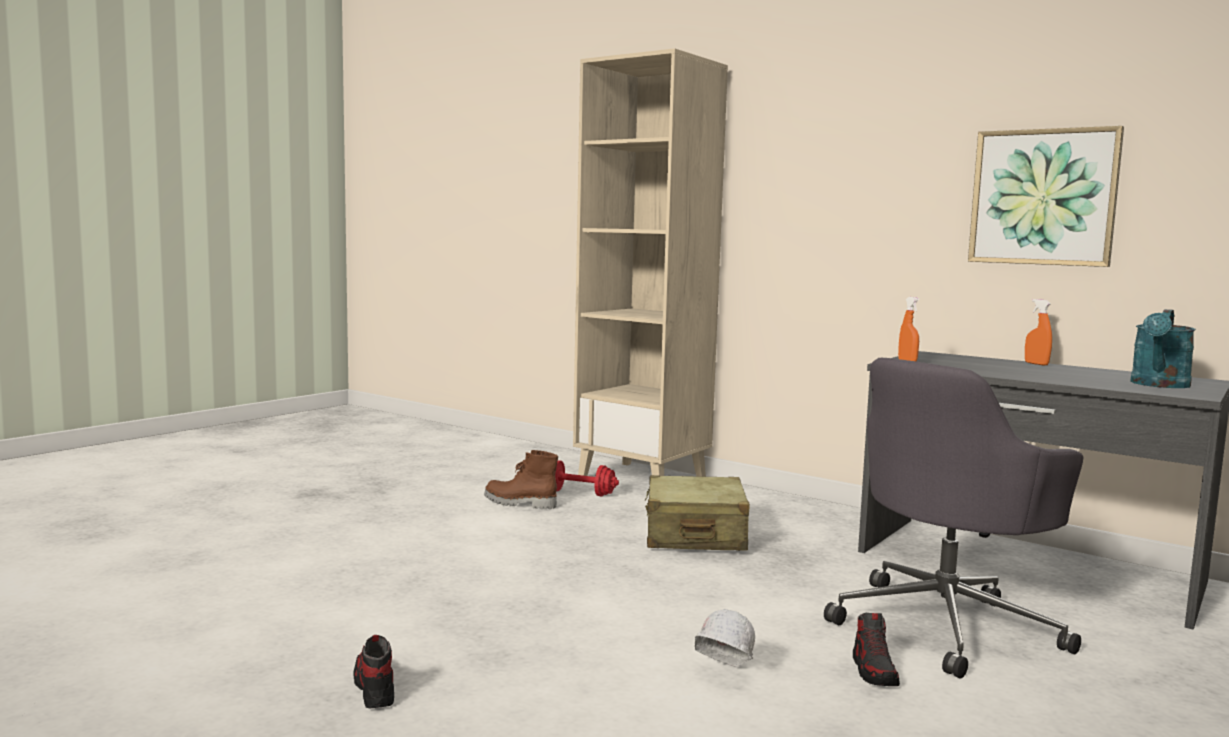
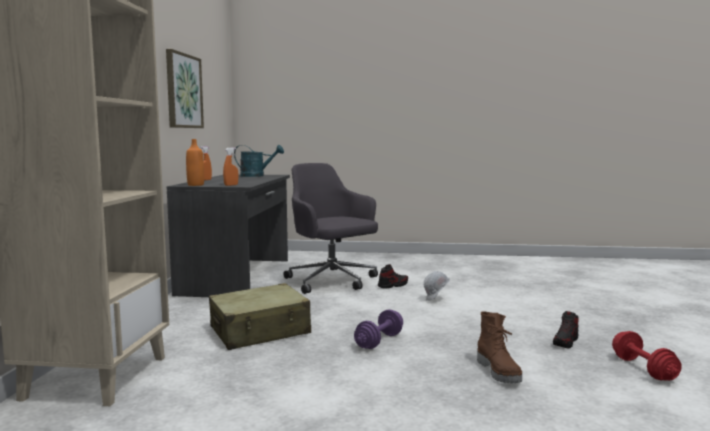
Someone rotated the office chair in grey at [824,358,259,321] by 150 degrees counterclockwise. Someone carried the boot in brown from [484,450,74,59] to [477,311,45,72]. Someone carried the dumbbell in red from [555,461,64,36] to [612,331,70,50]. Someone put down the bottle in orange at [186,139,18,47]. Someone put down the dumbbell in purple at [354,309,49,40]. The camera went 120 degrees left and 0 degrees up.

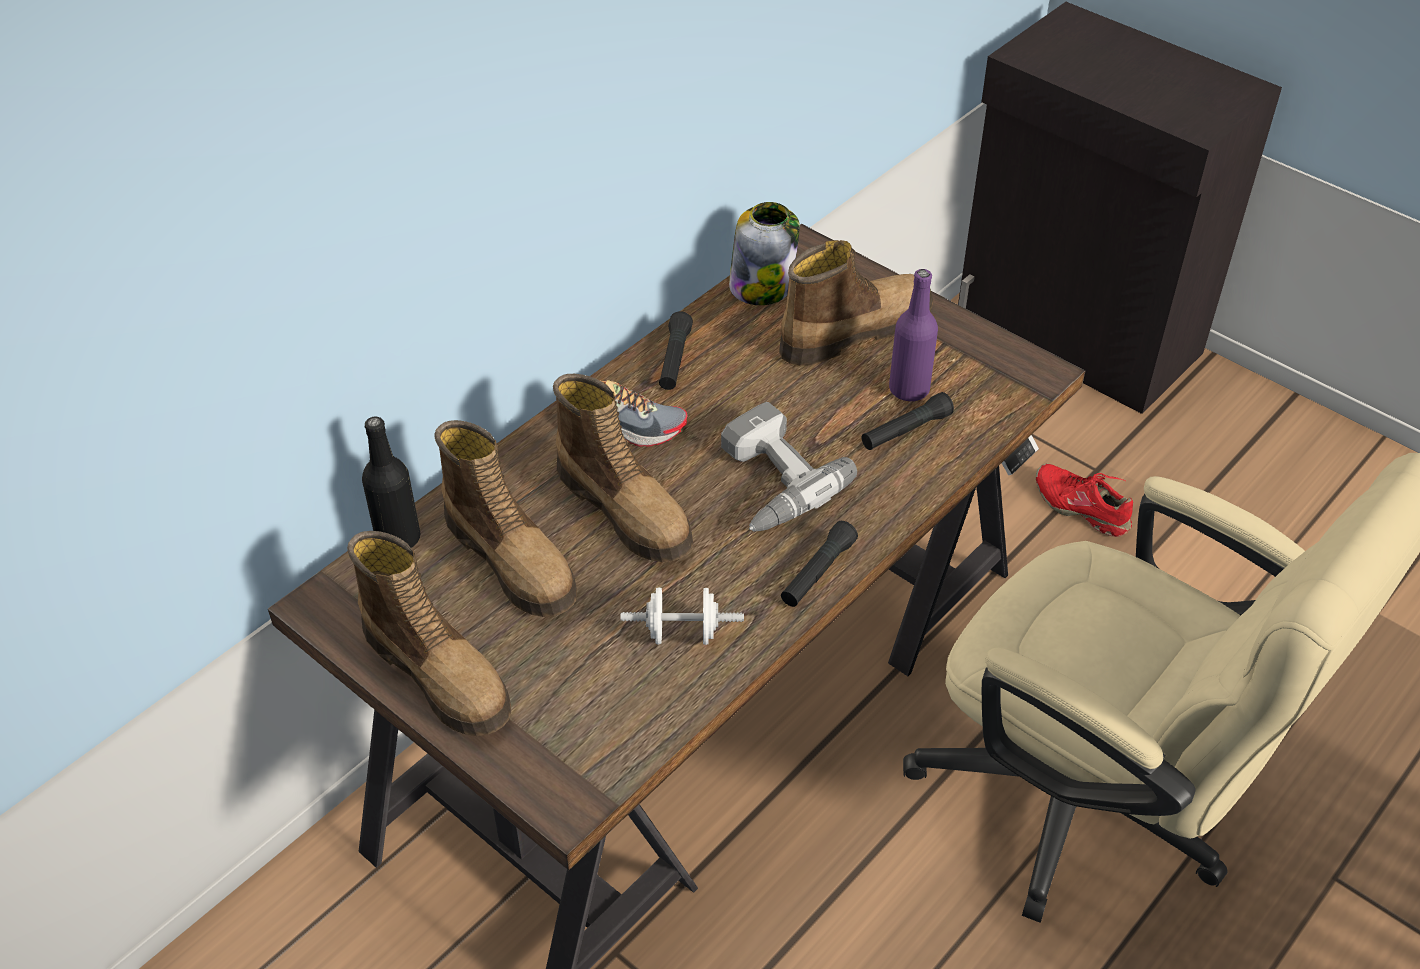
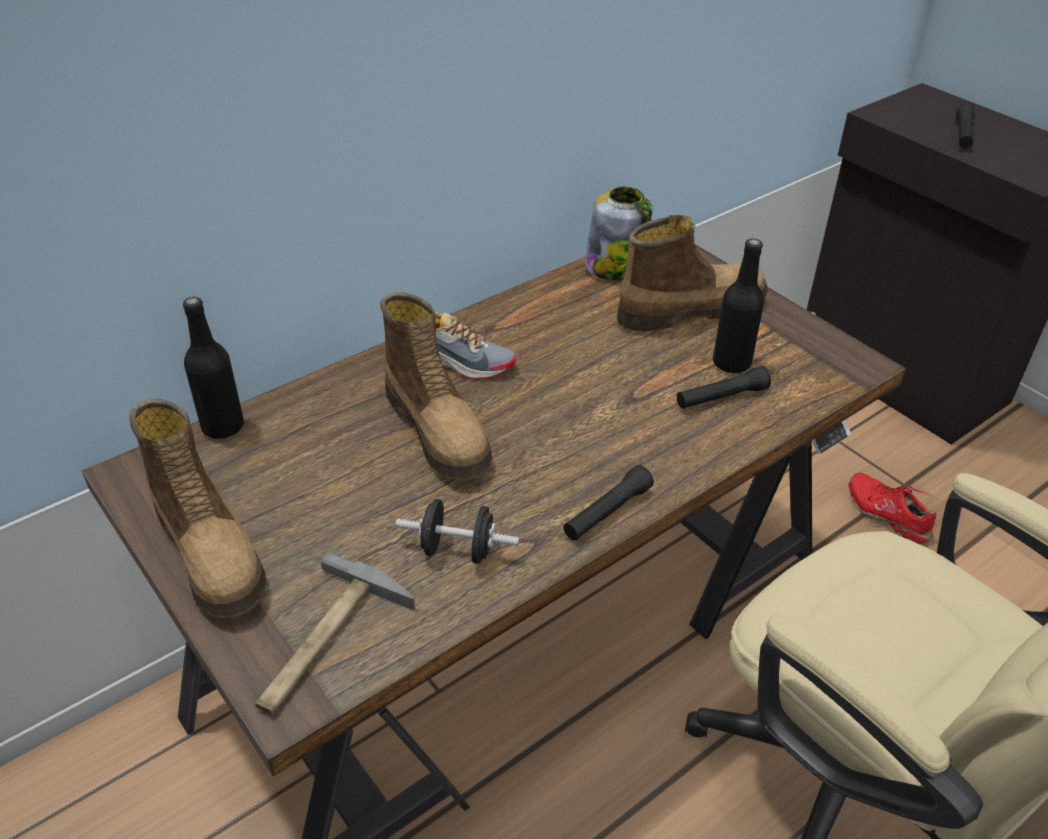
Someone repainted the bottle in purple at [889,269,49,133], which became the bottle in black at [713,238,51,136]. Someone carried the flashlight in black from [659,311,34,79] to [956,104,19,44]. Someone took away the power drill at [721,402,136,129]. Someone took away the boot at [435,420,142,197]. Someone repainted the dumbbell in white at [621,588,123,57], which became the dumbbell in black at [396,499,123,65]. Someone put down the hammer at [255,552,160,163]. The camera went 10 degrees right and 5 degrees down.

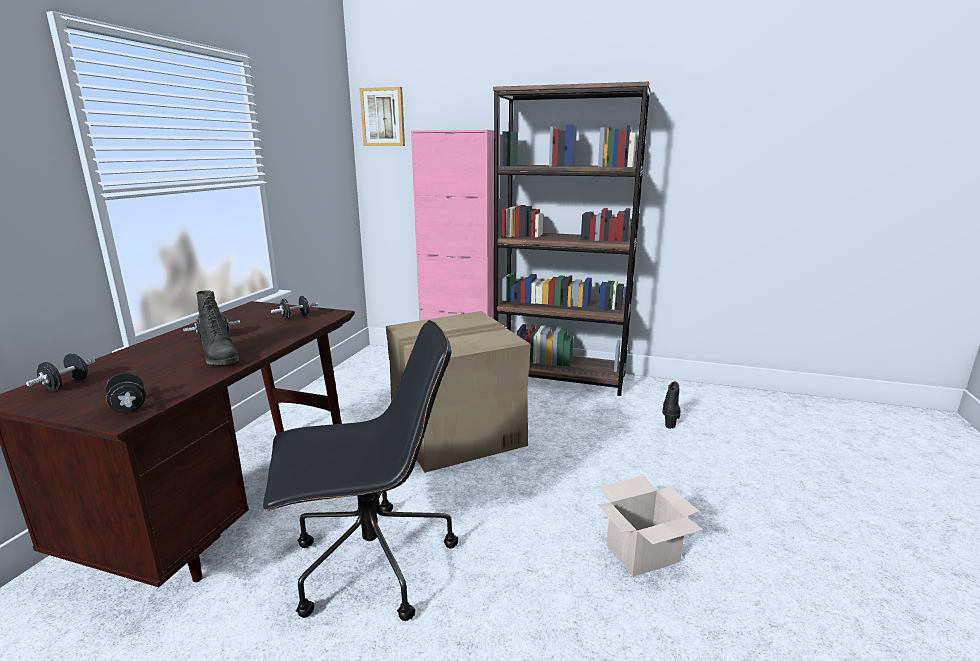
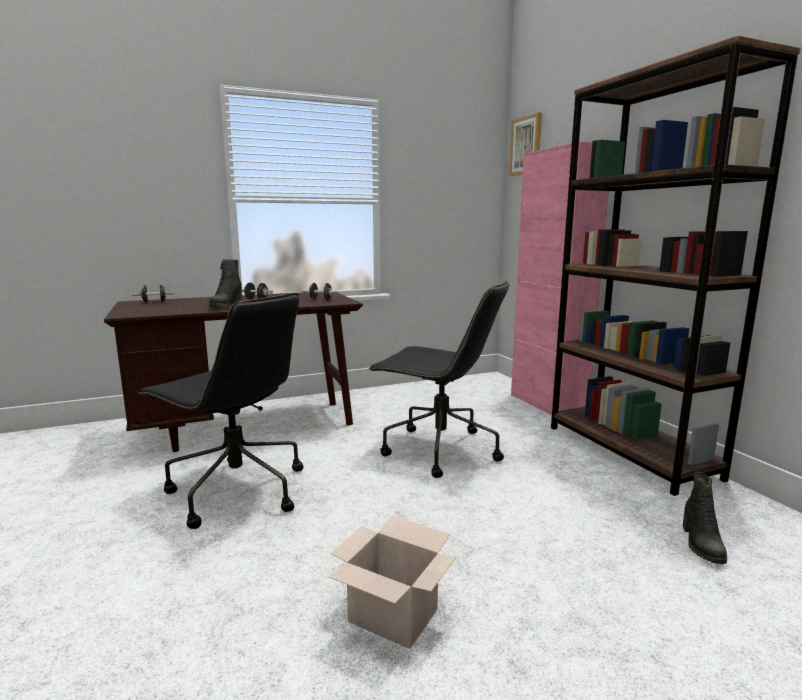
Someone swapped the cardboard box at [386,311,145,162] for the office chair in black at [368,280,142,198]. Someone took away the dumbbell in black at [105,373,41,40]. Someone rotated the boot in black at [662,381,19,48] by 120 degrees clockwise. The camera went 50 degrees right and 5 degrees down.

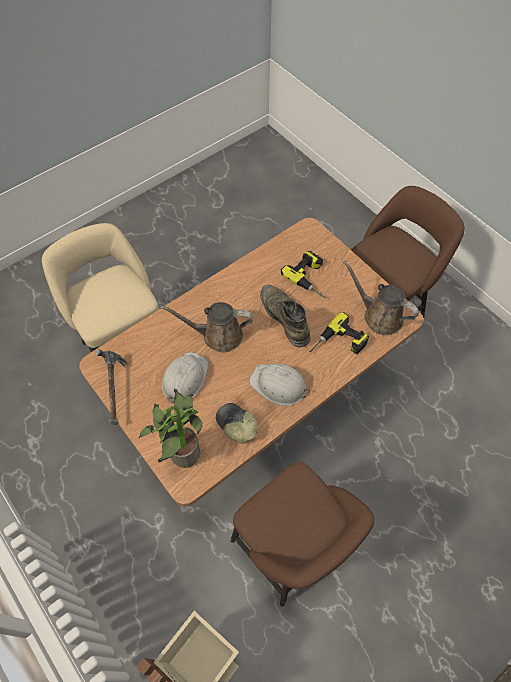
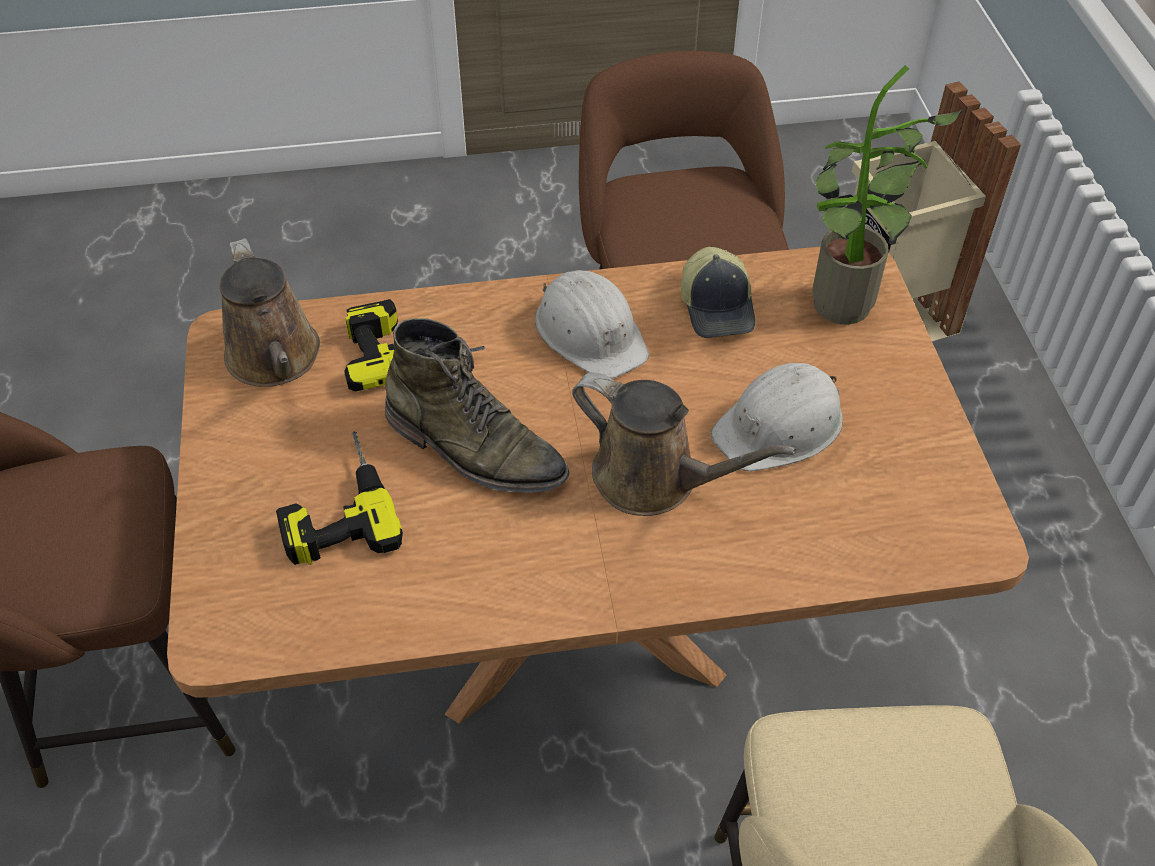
Someone rotated the boot in green at [260,285,50,62] by 60 degrees counterclockwise. Someone took away the hammer at [95,349,33,76]. The camera went 150 degrees left and 10 degrees down.

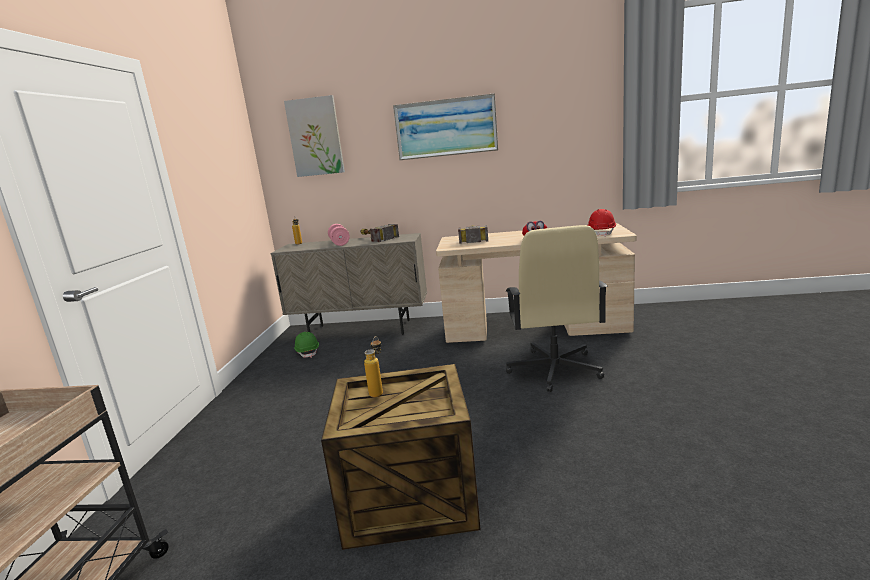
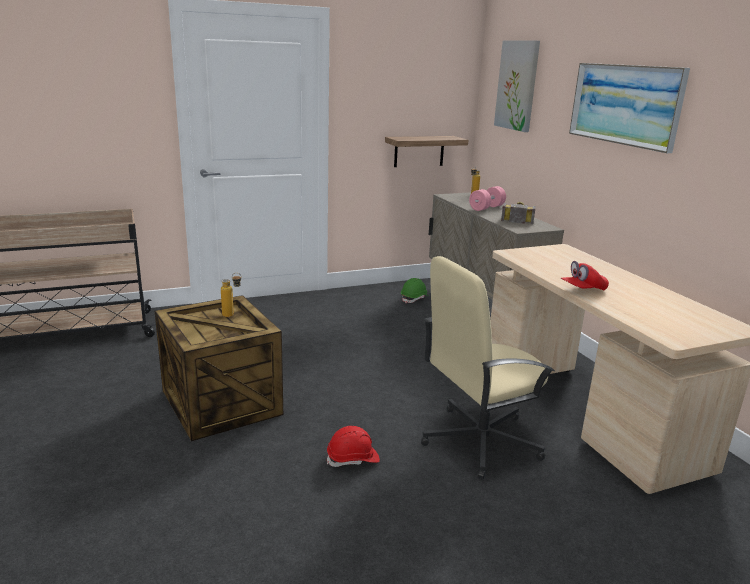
Someone carried the hard hat in red from [587,209,29,27] to [327,426,53,41]. Someone took away the hammer at [458,225,30,19]. Someone put up the shelf at [385,136,83,31]. The camera went 60 degrees right and 5 degrees up.

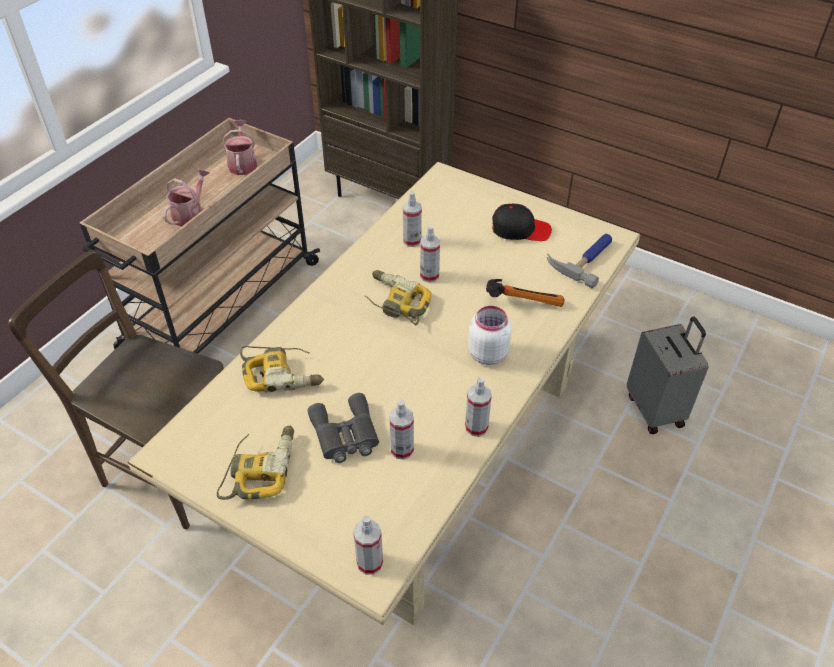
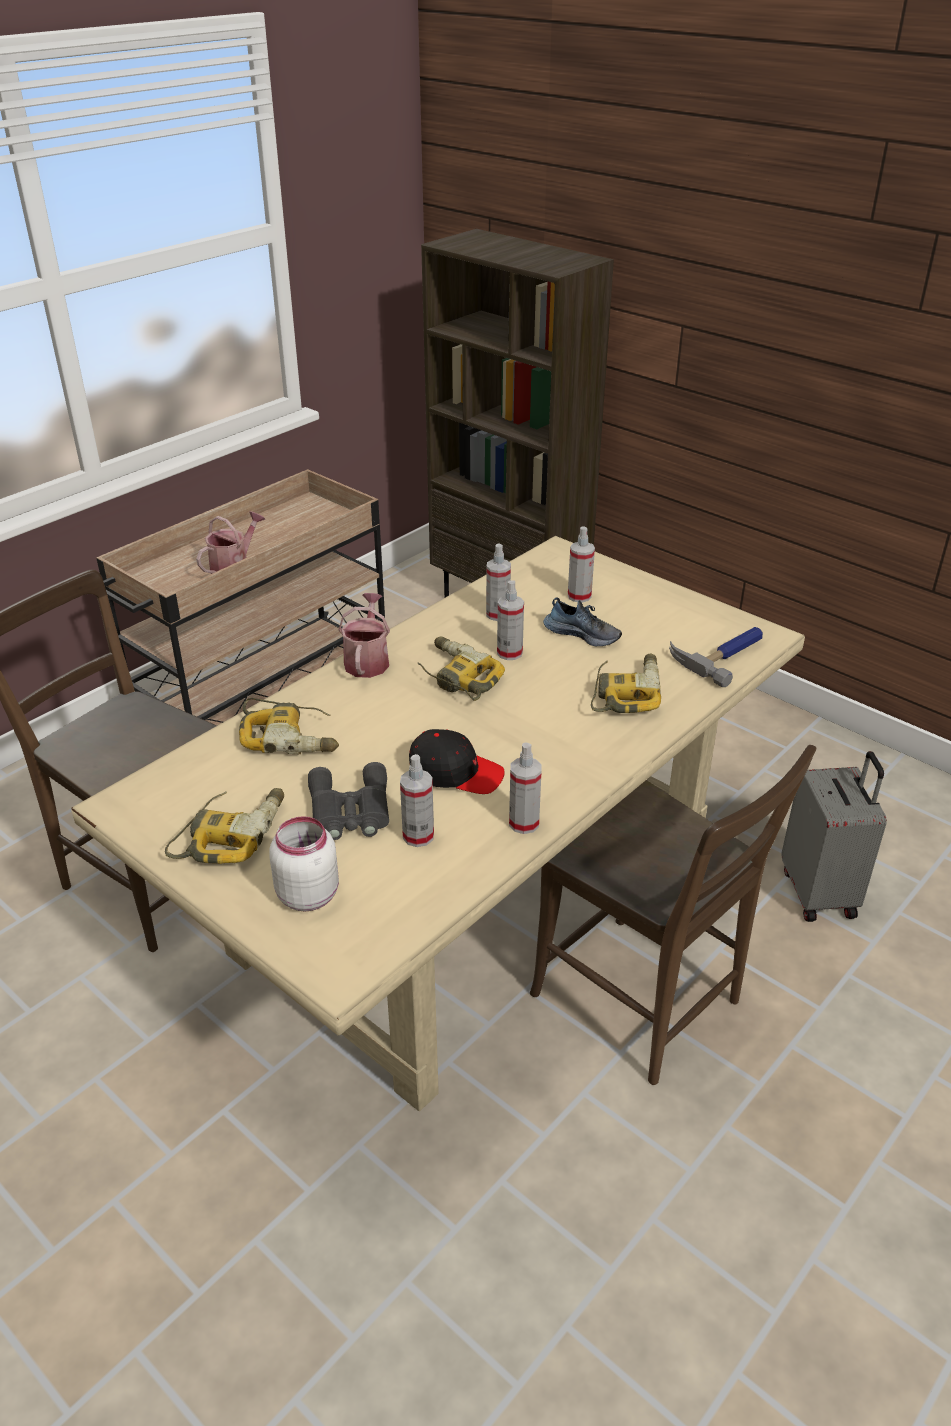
Someone carried the watering can from [222,120,35,55] to [338,593,52,85]. Someone carried the cap in black from [492,203,60,38] to [409,729,96,65]. Someone swapped the hammer at [486,279,79,28] for the power drill at [591,654,70,59]. Someone carried the jar in white from [468,306,44,59] to [269,816,70,95]. Someone carried the spray bottle from [353,515,30,60] to [568,526,27,77]. Someone put down the shoe at [543,597,79,49]. Someone put down the chair in brown at [530,745,286,340]. The camera went 10 degrees right and 10 degrees down.

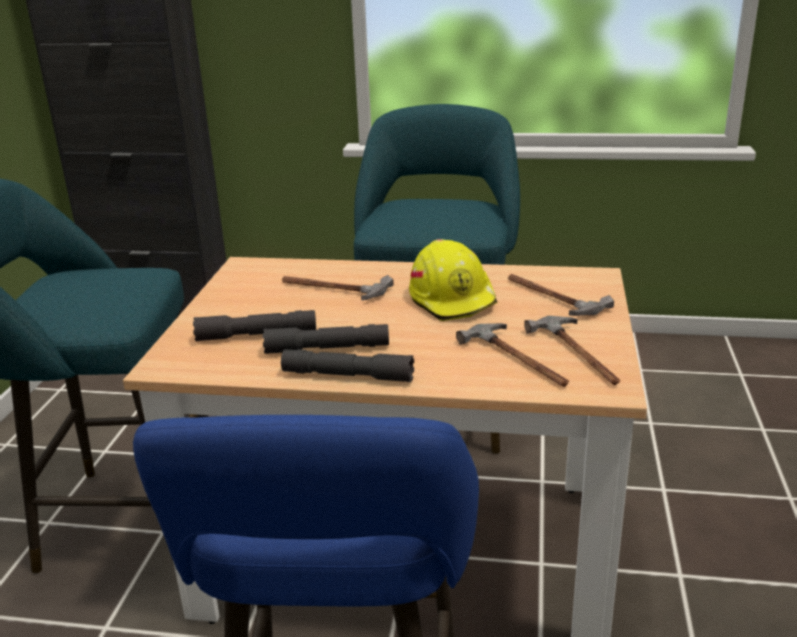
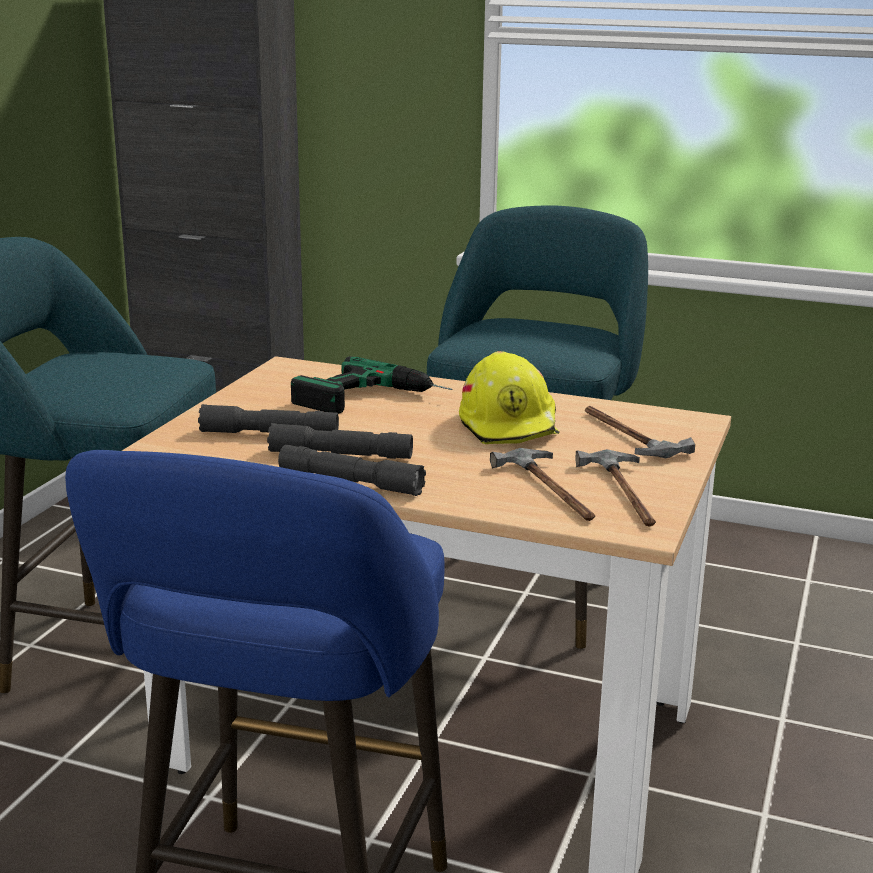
Someone swapped the hammer at [282,275,112,25] for the power drill at [291,356,161,58]. The camera went 10 degrees right and 5 degrees down.

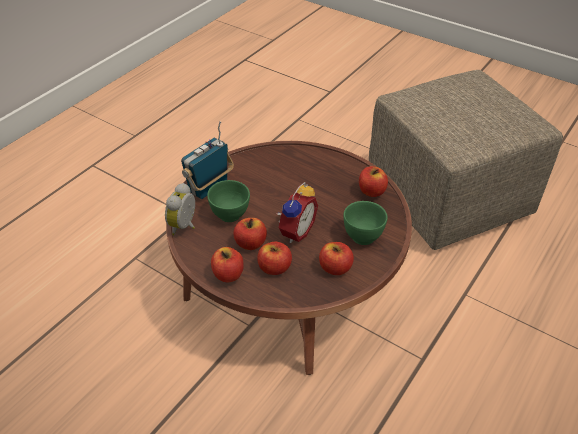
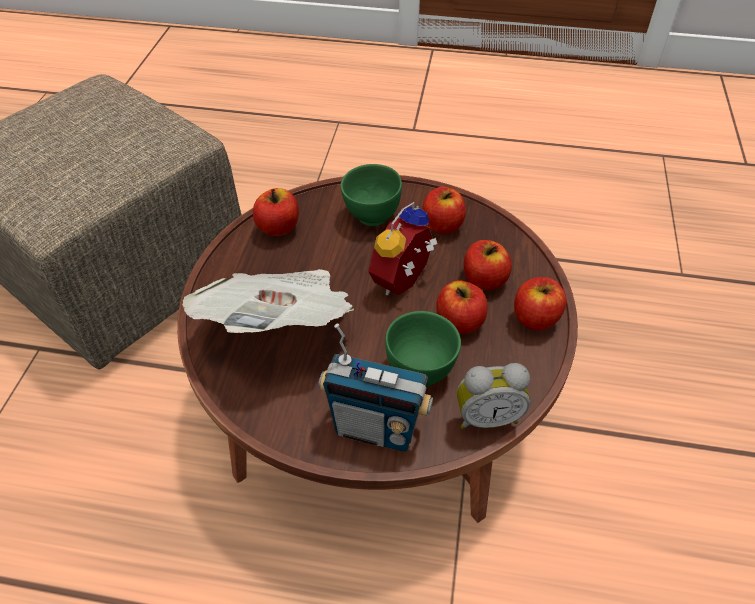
Someone rotated the alarm clock at [276,182,42,61] by 60 degrees counterclockwise. Someone put down the newspaper at [182,269,172,64]. The camera went 115 degrees left and 5 degrees up.

